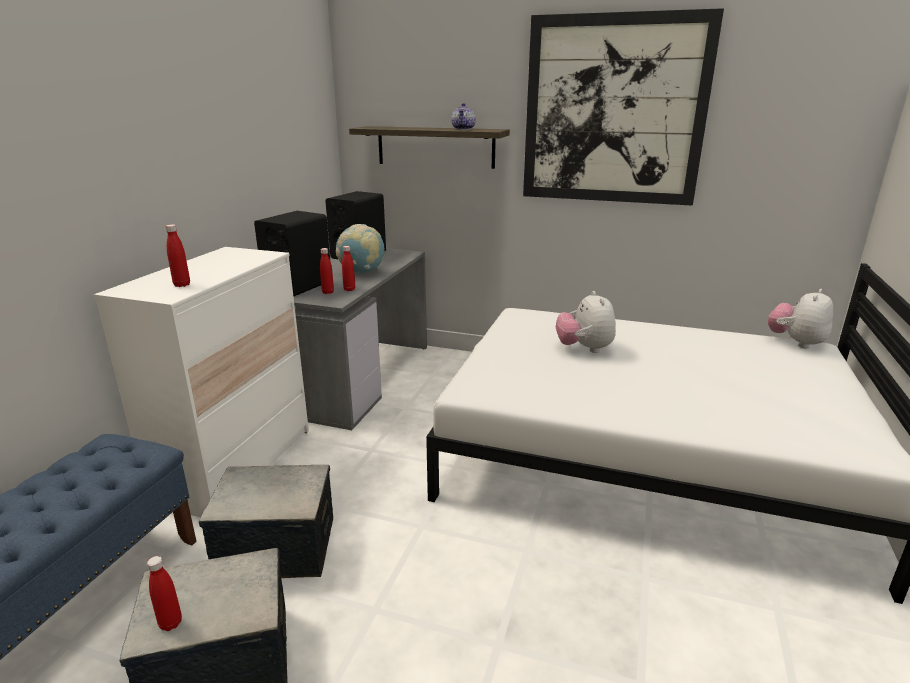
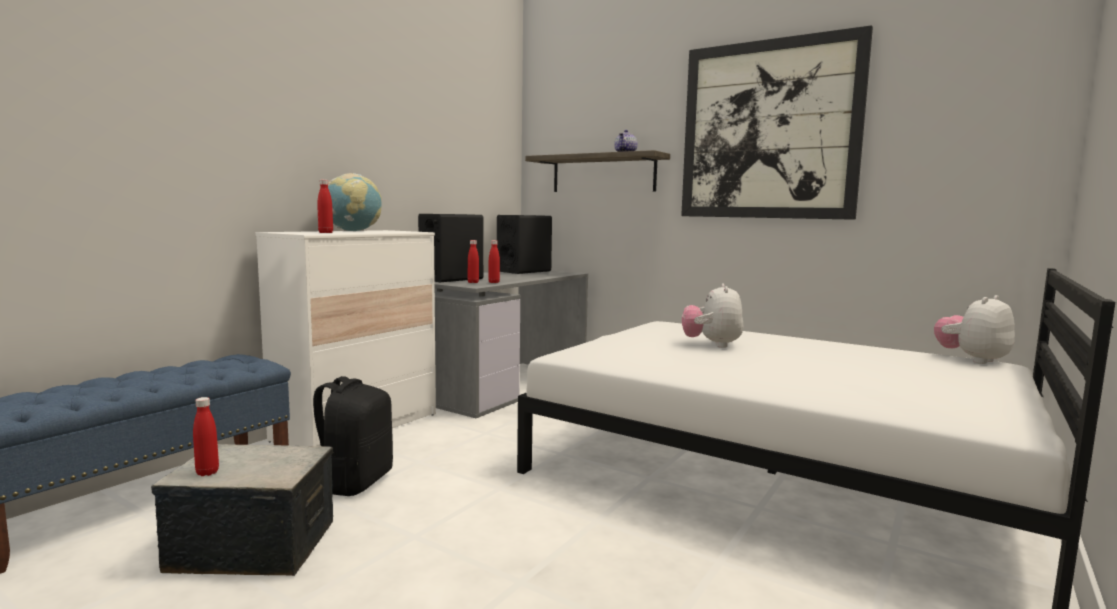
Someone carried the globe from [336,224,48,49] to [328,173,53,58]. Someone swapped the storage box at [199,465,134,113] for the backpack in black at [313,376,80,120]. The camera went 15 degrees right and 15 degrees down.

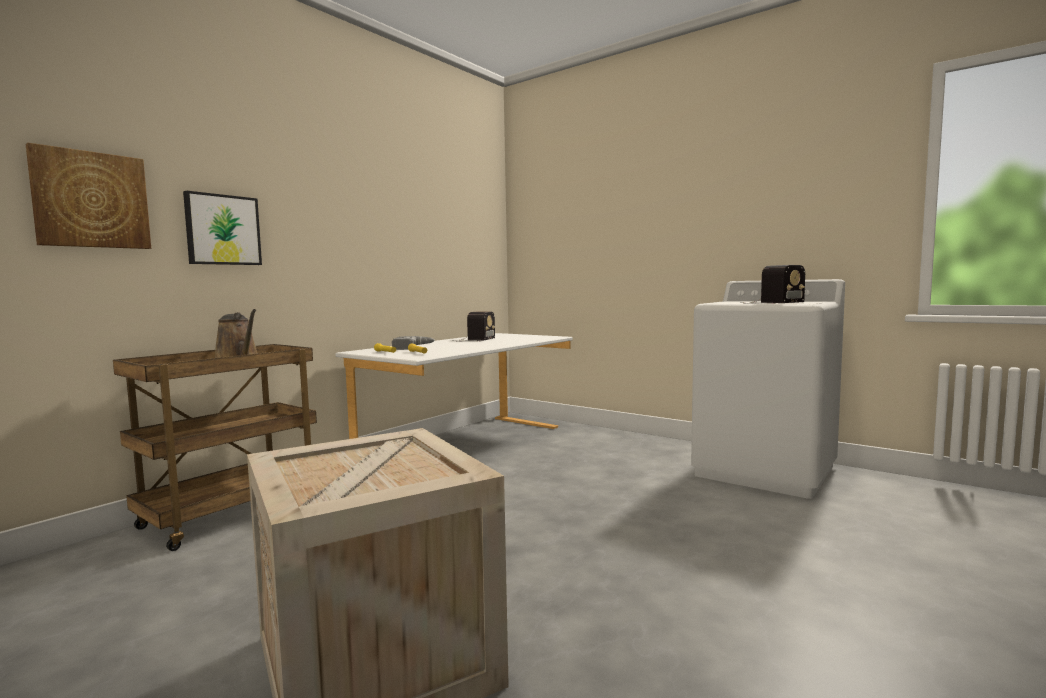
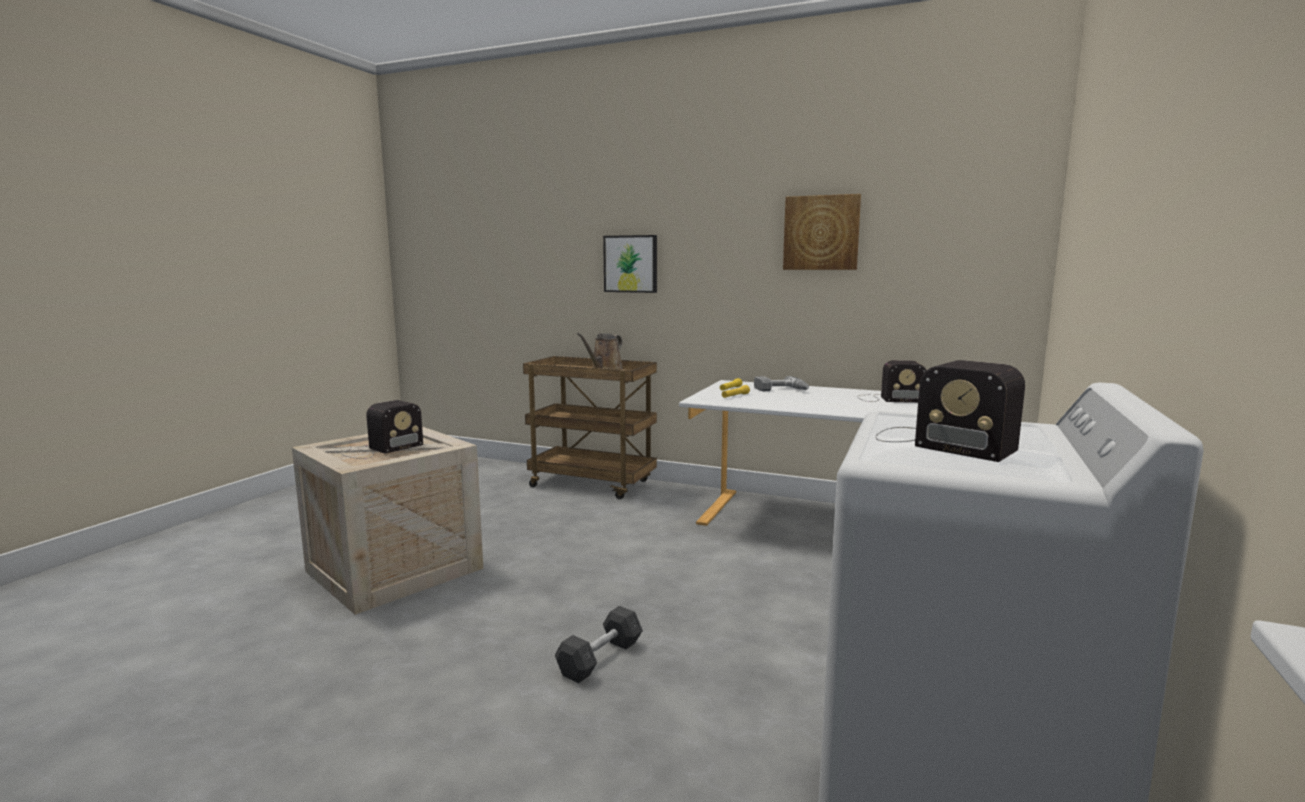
Someone carried the picture from [26,143,125,106] to [783,194,78,76]. Someone put down the radio at [341,400,82,59]. Someone put down the dumbbell in grey at [555,606,88,78]. The camera went 75 degrees right and 5 degrees up.

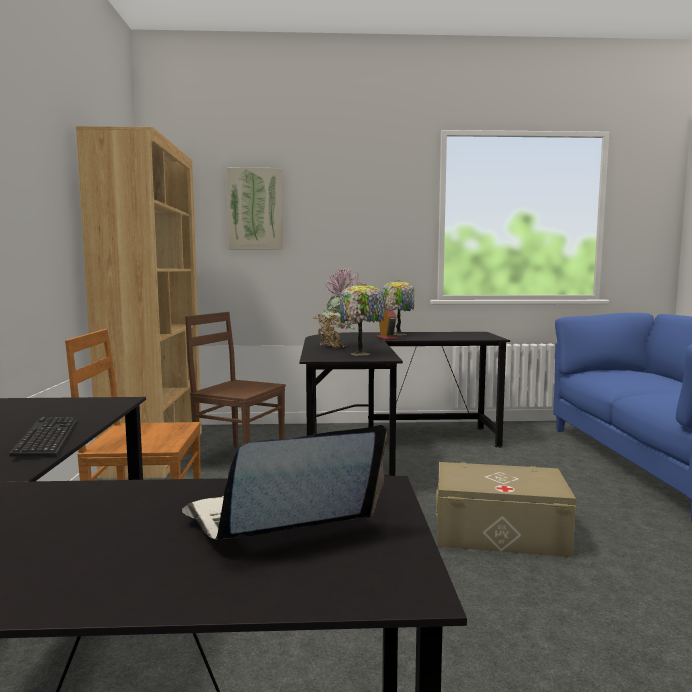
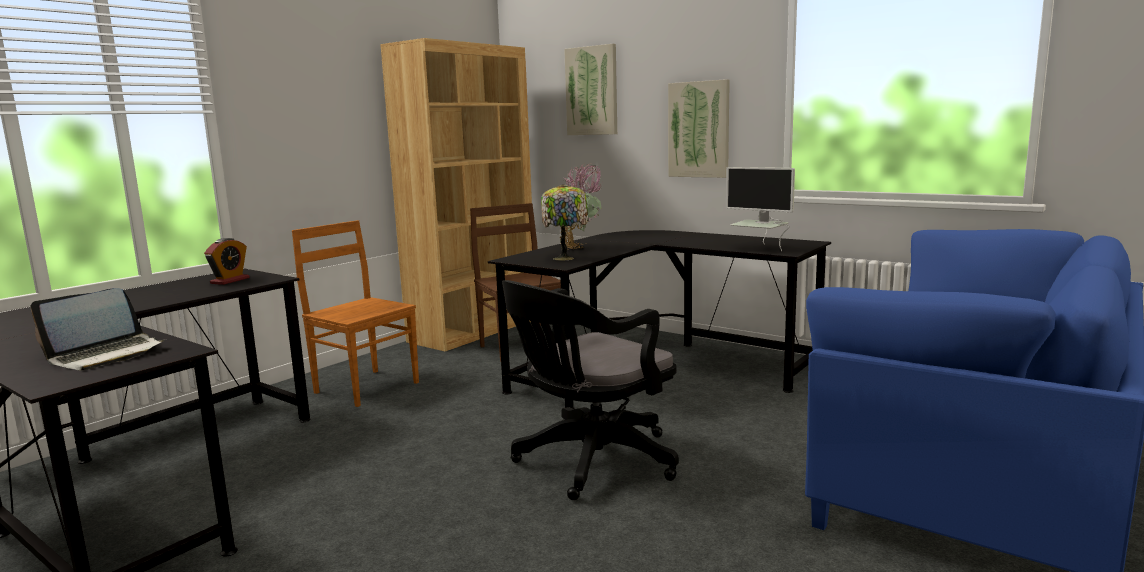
Someone took away the table lamp at [382,280,33,55]. Someone carried the alarm clock from [377,308,21,32] to [204,238,46,47]. Someone took away the keyboard at [9,417,68,40]. Someone rotated the laptop at [182,425,205,115] by 120 degrees clockwise. Someone swapped the storage box in beige at [436,462,140,95] for the office chair in black at [502,280,177,220]. Someone put up the picture at [668,79,62,99]. Someone put down the monitor at [726,167,69,84]. The camera went 40 degrees right and 5 degrees up.

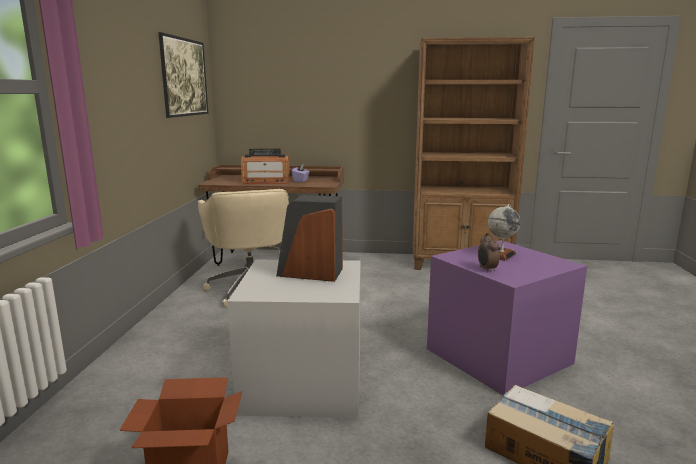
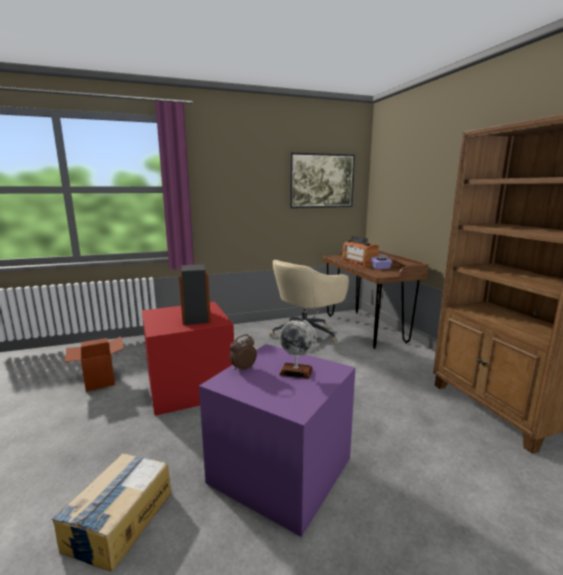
Someone repainted the storage box in grey at [228,259,133,159], which became the storage box in red at [142,302,92,114]. The camera went 65 degrees right and 0 degrees up.

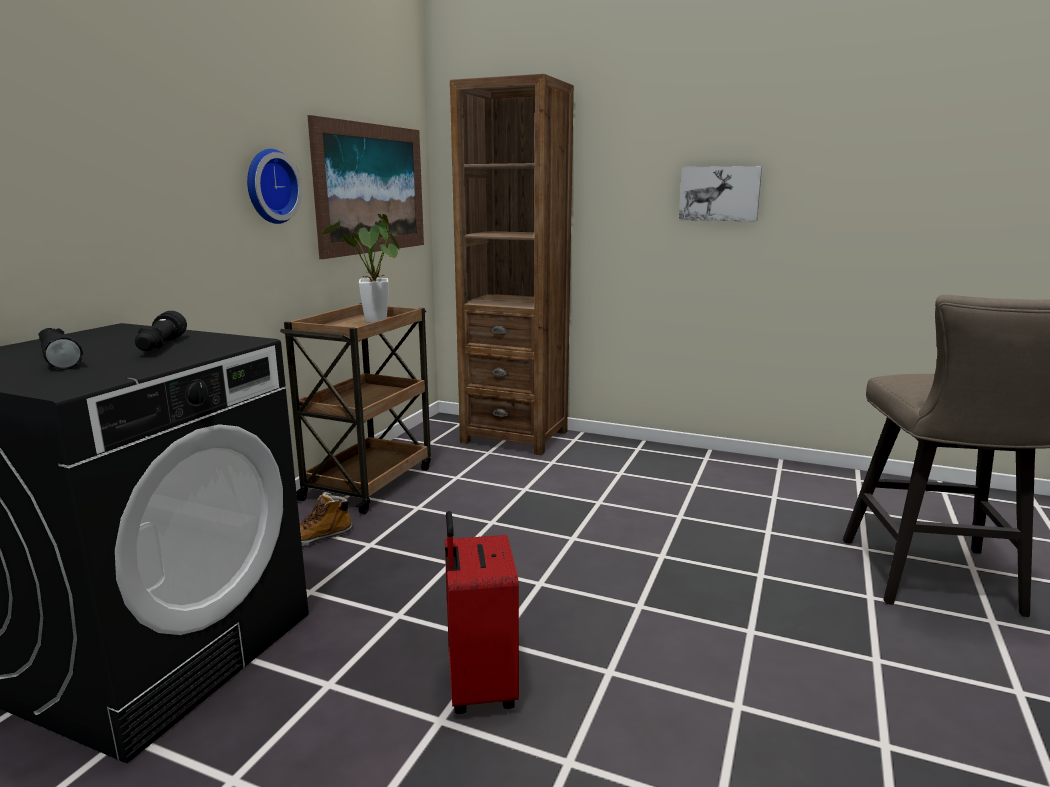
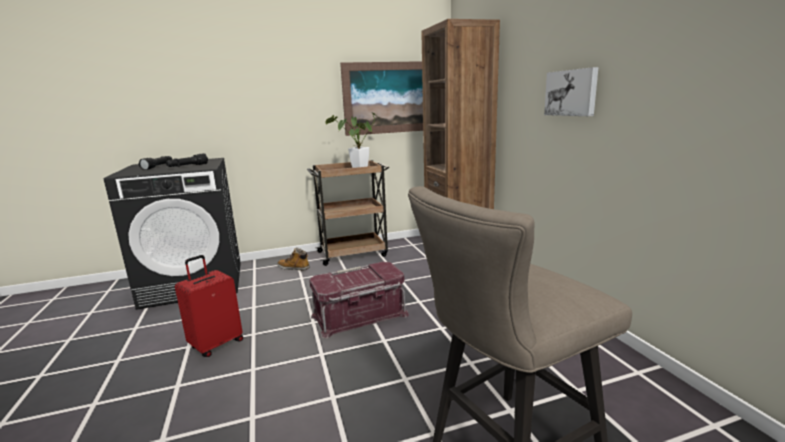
Someone took away the wall clock at [247,149,55,75]. Someone put down the storage box in red at [309,262,100,77]. The camera went 50 degrees right and 0 degrees up.

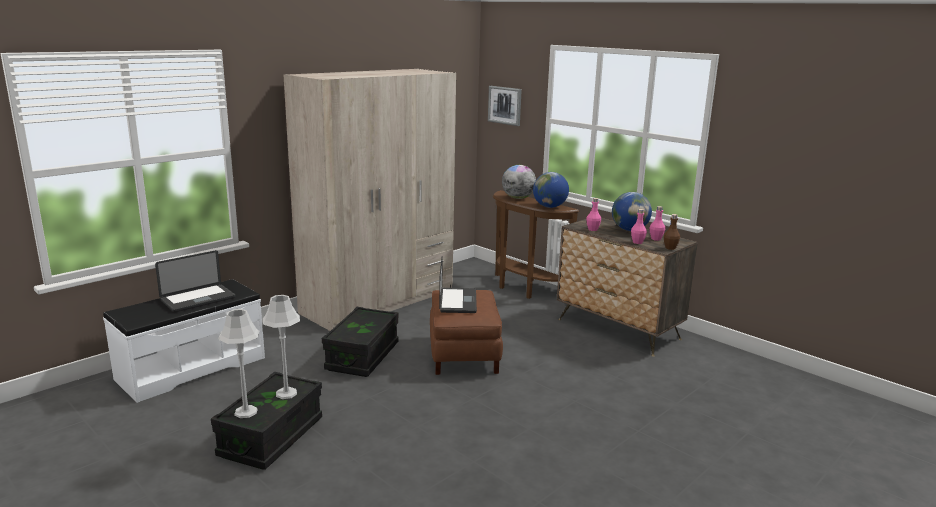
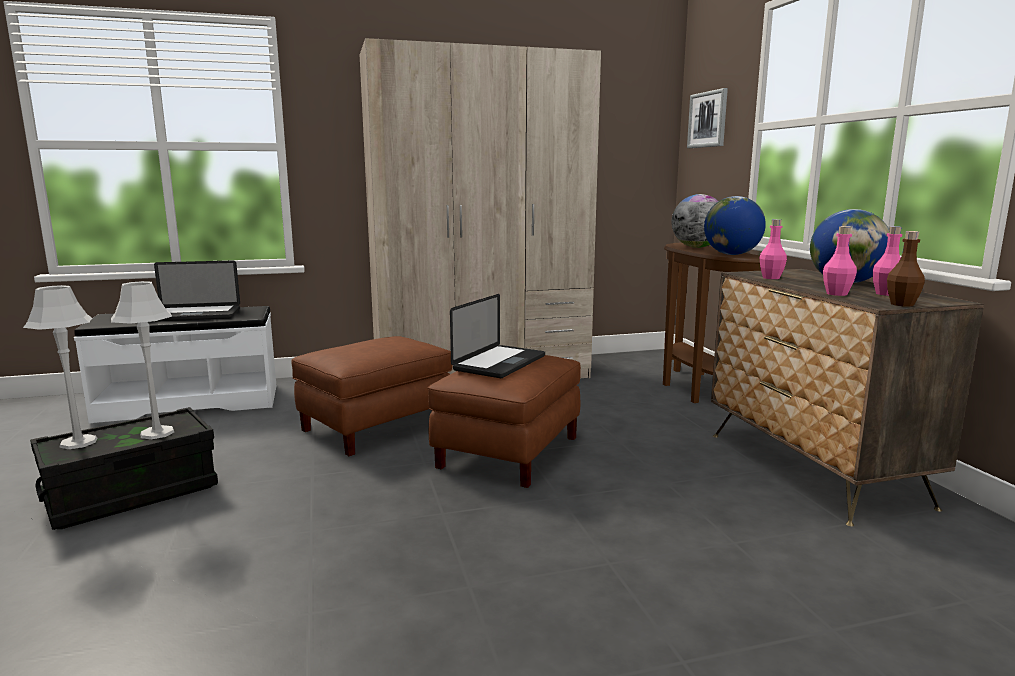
Someone swapped the storage box in black at [322,307,77,70] for the ottoman in brown at [291,336,162,120]. The camera went 30 degrees right and 5 degrees down.

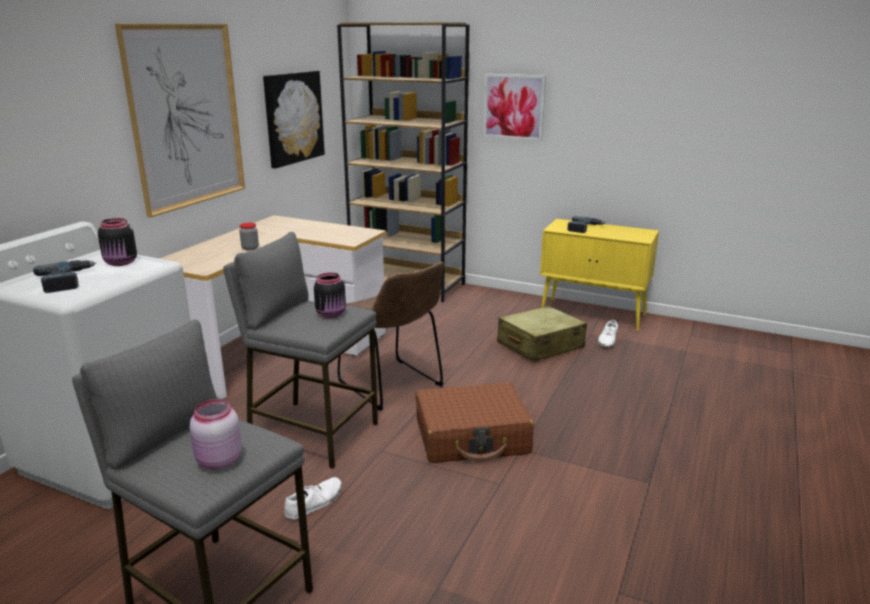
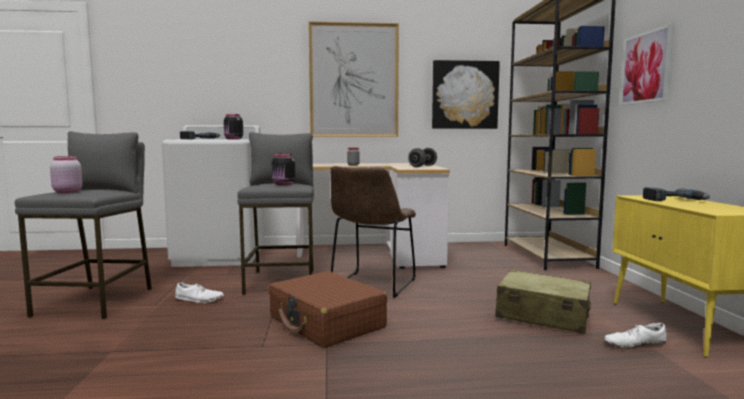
Someone put down the dumbbell in grey at [408,148,29,19]. The camera went 60 degrees right and 15 degrees down.

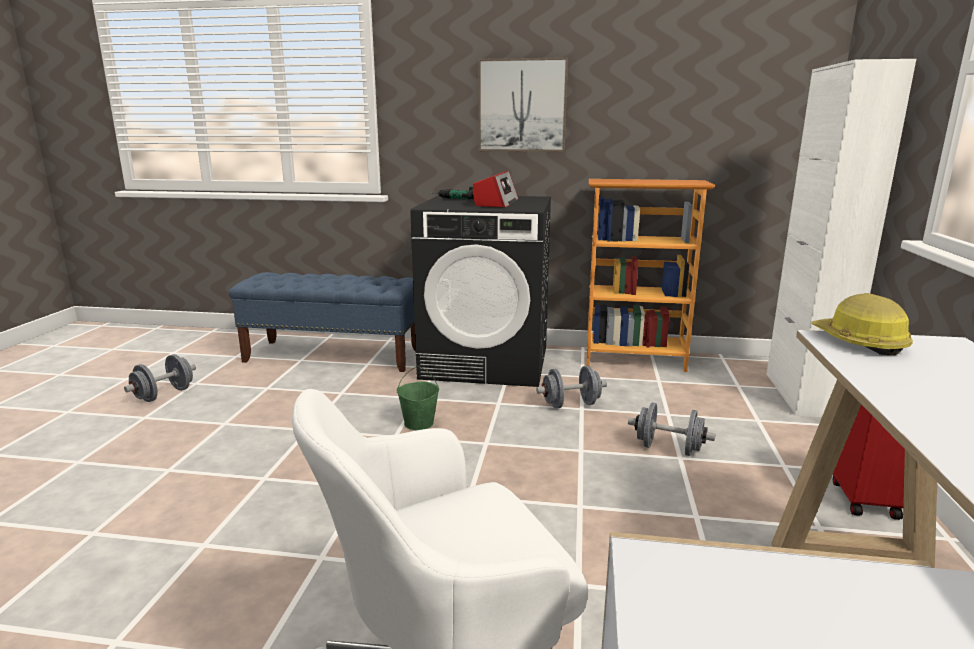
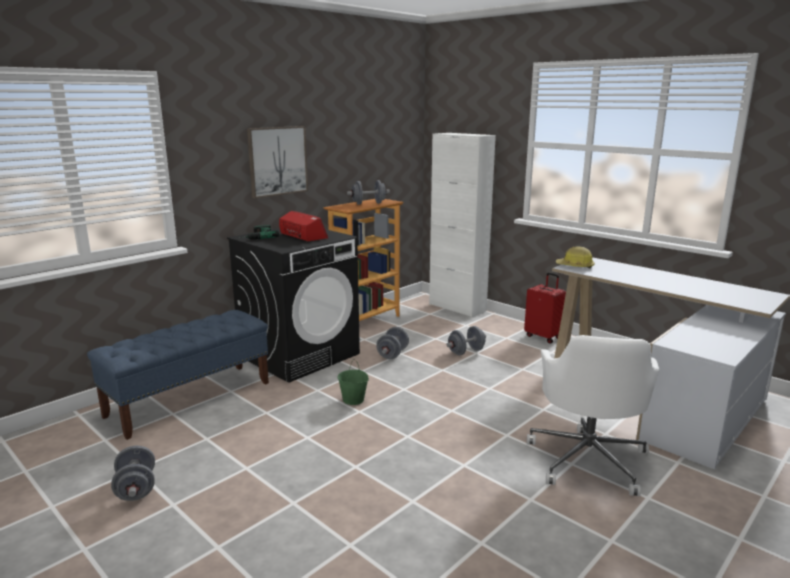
Someone put down the dumbbell in grey at [347,180,43,25]. The camera went 55 degrees left and 0 degrees up.

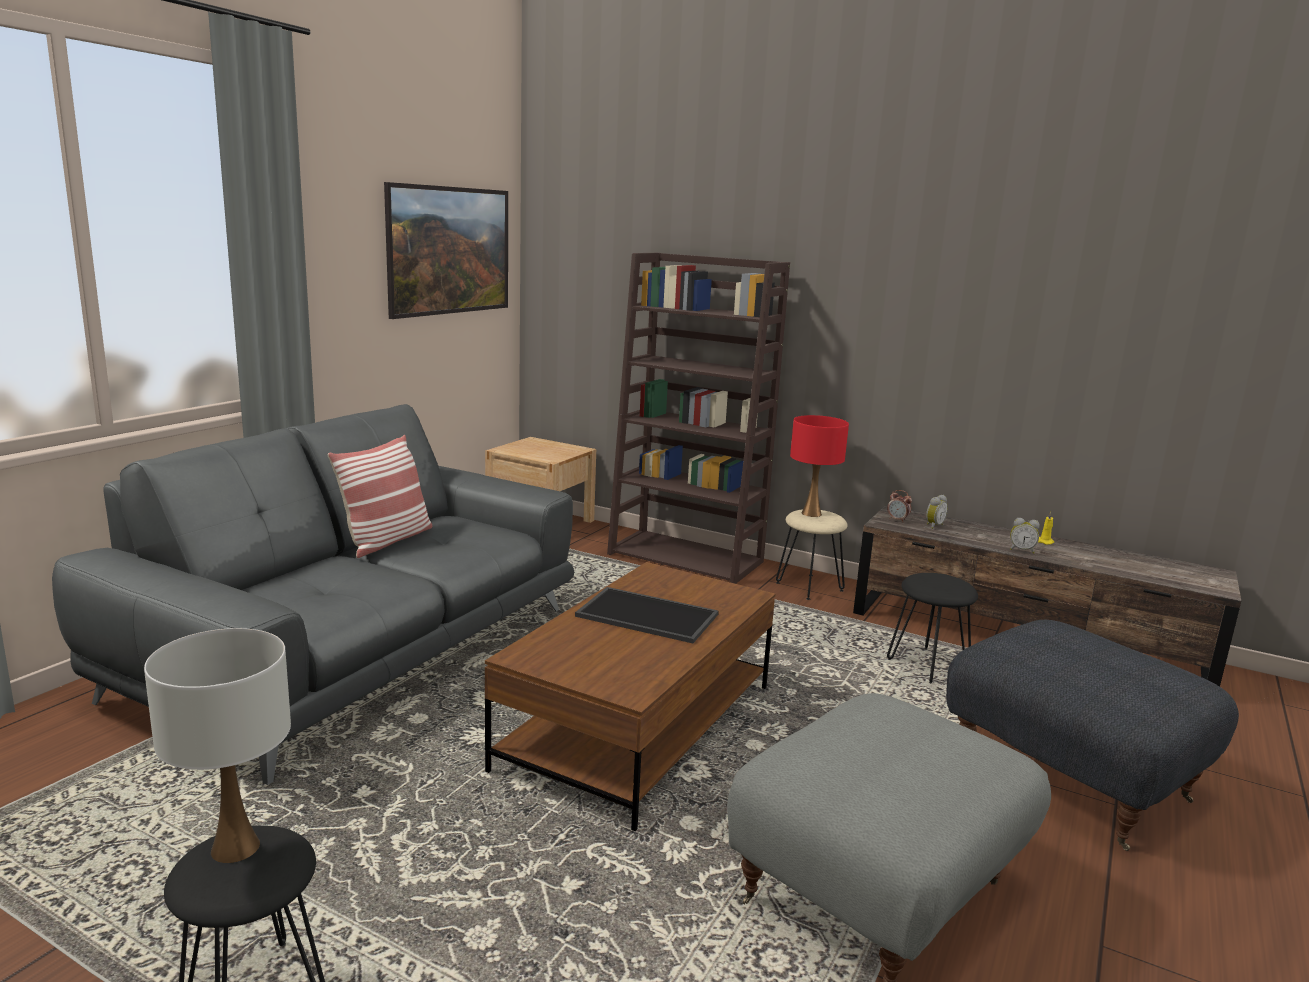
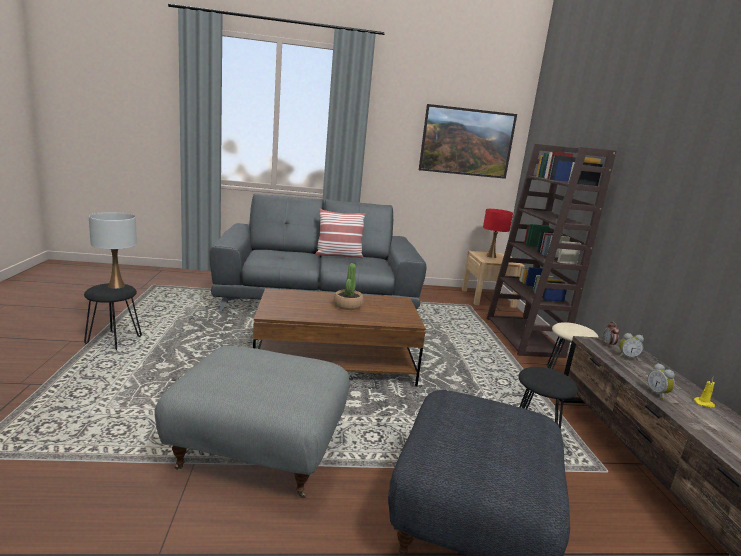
Someone carried the table lamp in red from [790,415,59,102] to [483,209,30,49]. Someone swapped the tray at [575,587,144,56] for the potted plant at [334,263,29,47]. The camera went 55 degrees right and 0 degrees up.

